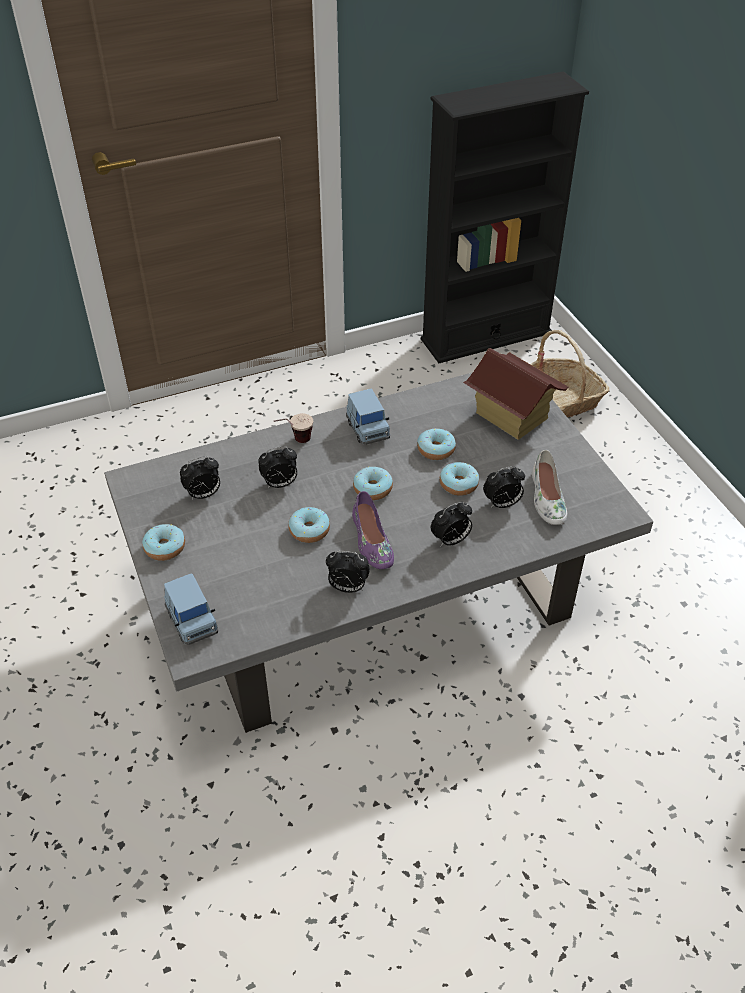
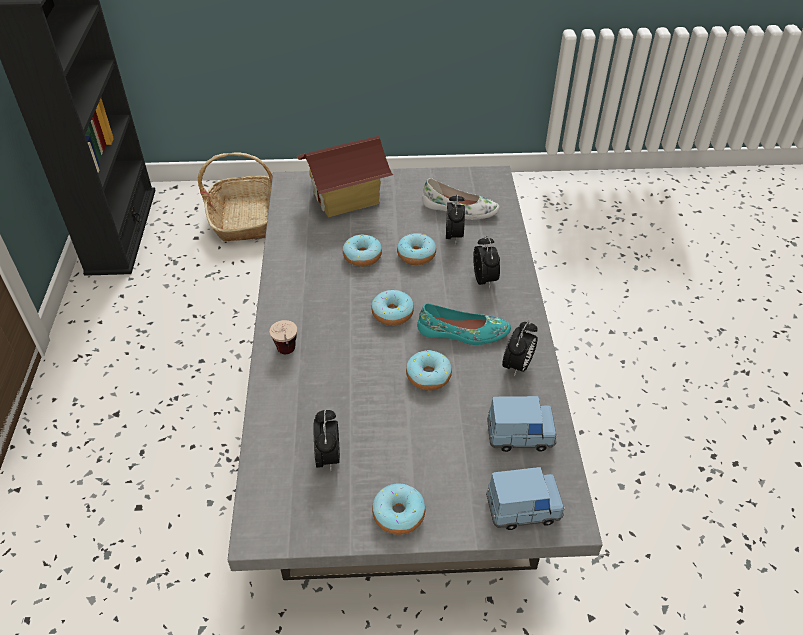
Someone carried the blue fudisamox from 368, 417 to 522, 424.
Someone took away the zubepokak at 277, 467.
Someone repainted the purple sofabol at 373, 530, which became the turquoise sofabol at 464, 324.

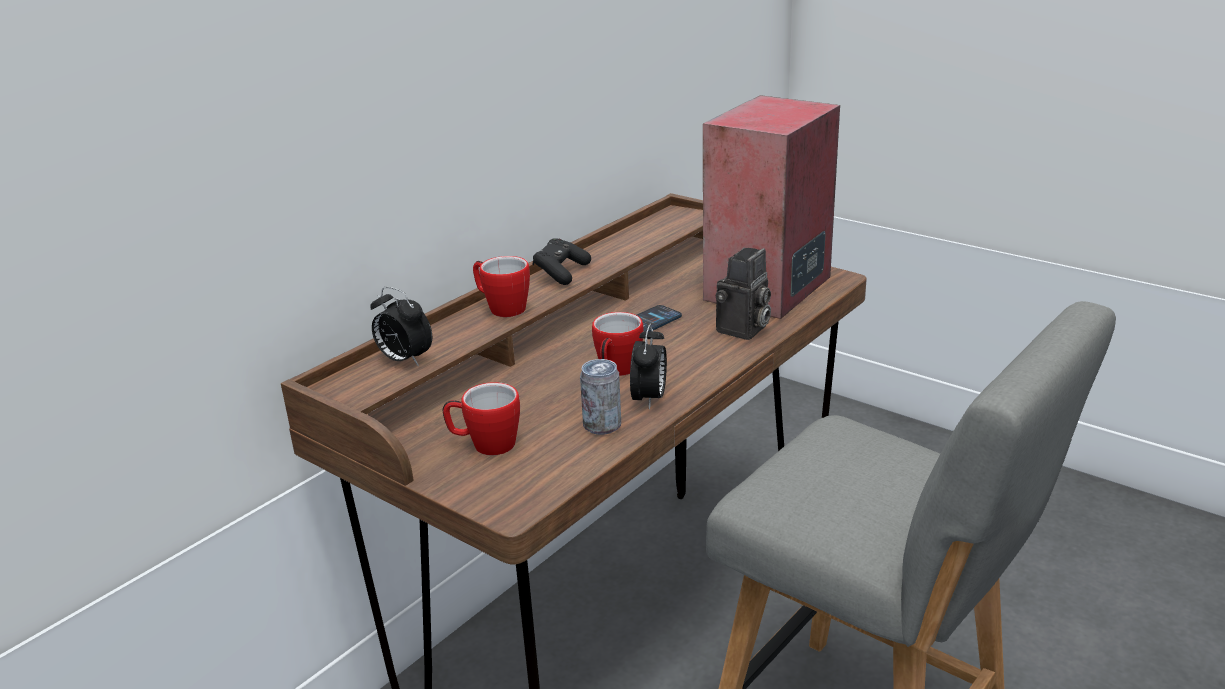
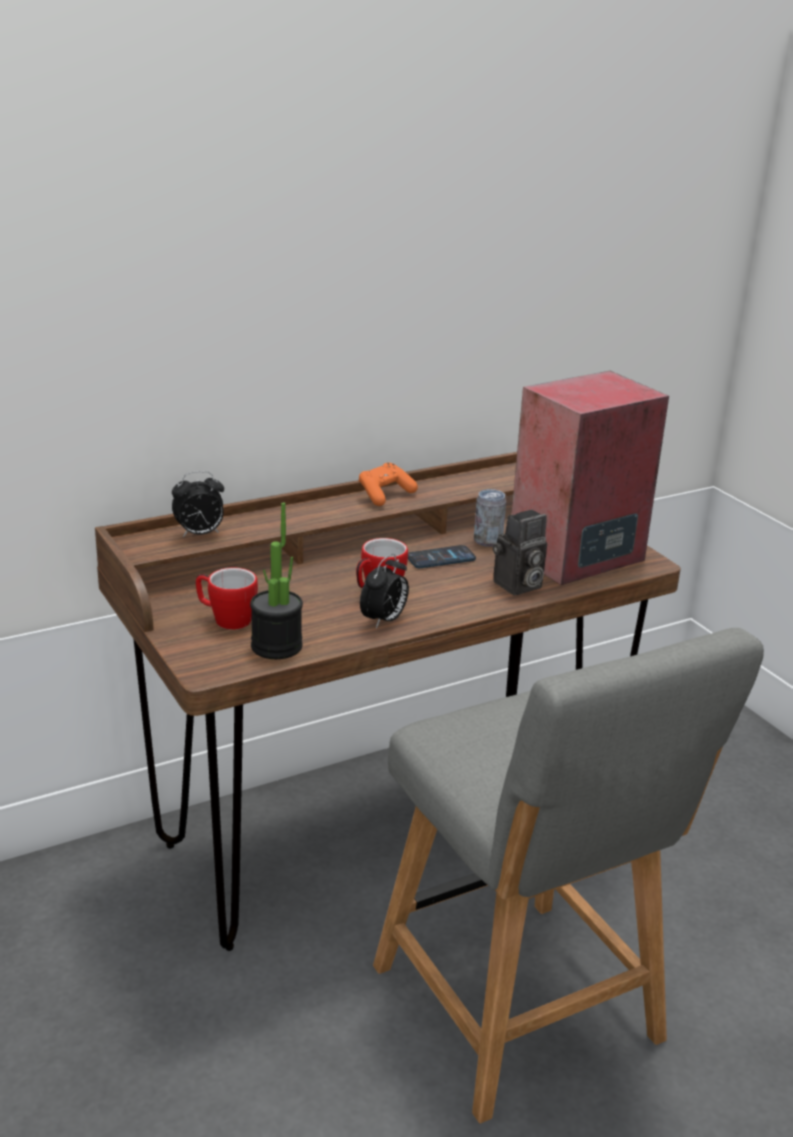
Someone repainted the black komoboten at 562, 261, which became the orange komoboten at 388, 484.
Someone took away the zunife at 501, 286.
Someone rotated the zubepokak at 401, 326 by 75 degrees counterclockwise.
Someone carried the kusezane from 600, 397 to 490, 518.
Someone put down the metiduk at 276, 581.

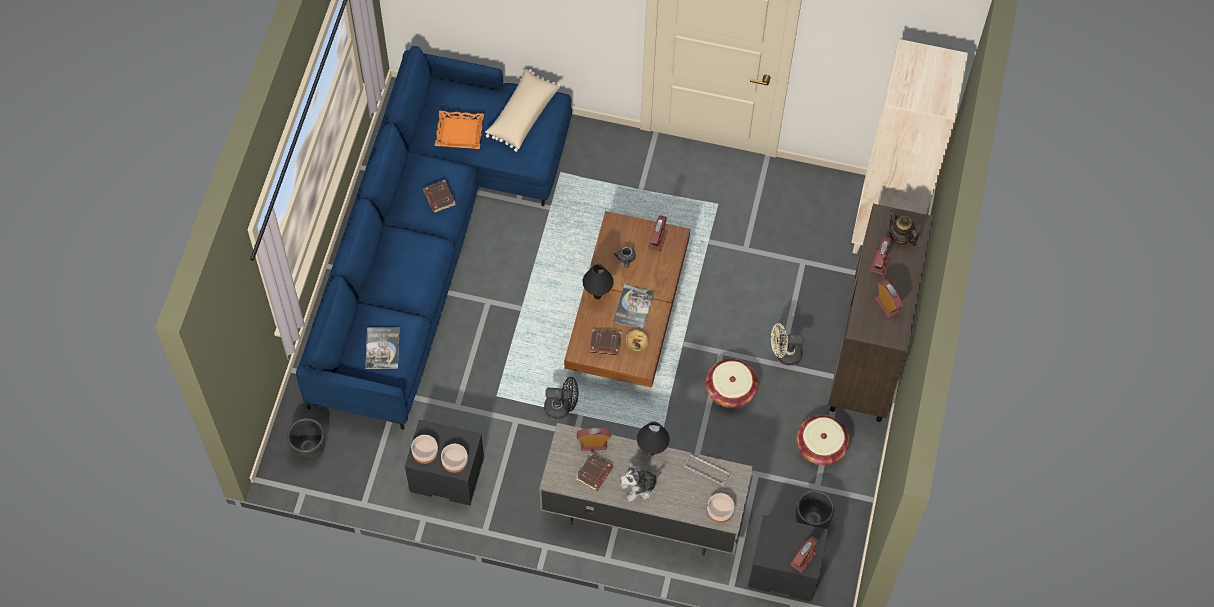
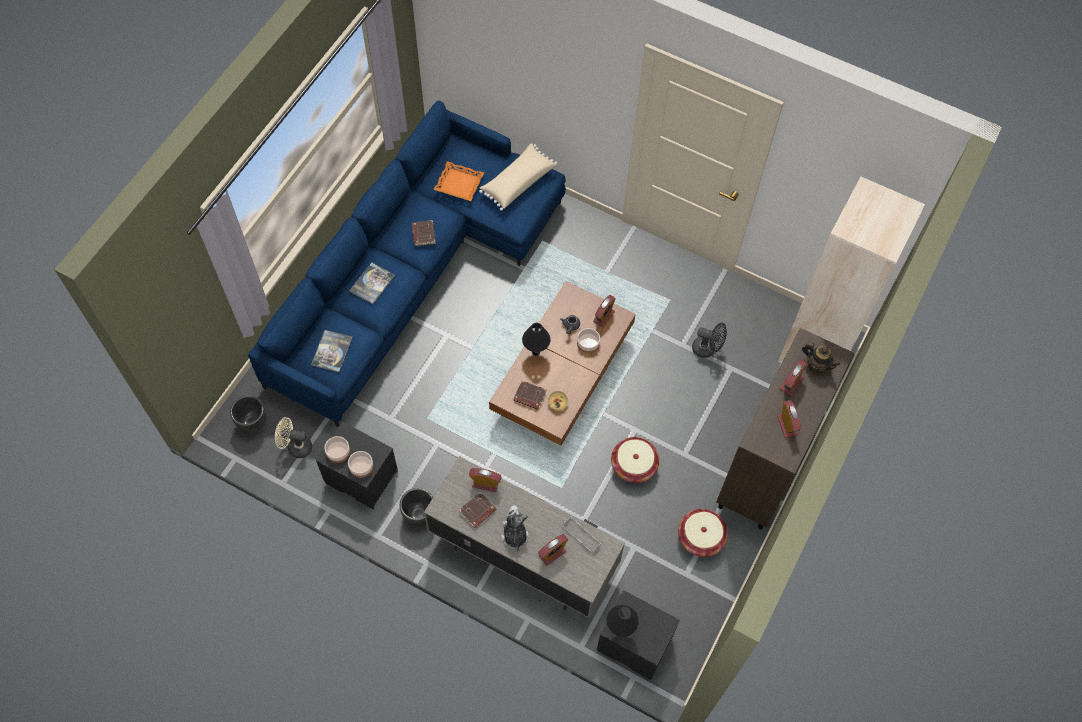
Someone rotated the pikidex at 903, 227 by 150 degrees clockwise.
Someone carried the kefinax from 634, 307 to 372, 283.
Someone carried the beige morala from 787, 344 to 293, 437.
Someone carried the black morala from 561, 398 to 709, 340.
Someone carried the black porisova from 653, 438 to 623, 621.
Someone rotated the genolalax at 641, 481 by 90 degrees clockwise.
Someone carried the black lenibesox from 814, 509 to 416, 507.
Someone carried the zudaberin from 721, 508 to 588, 340.
Someone carried the zubepokak from 804, 554 to 553, 550.

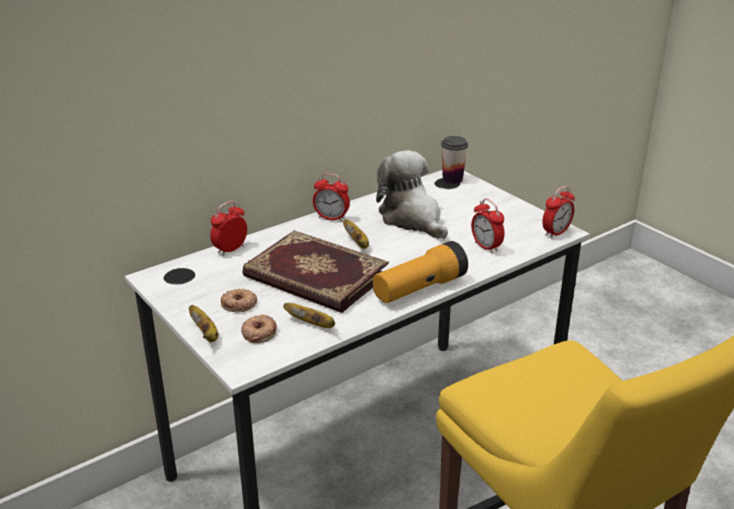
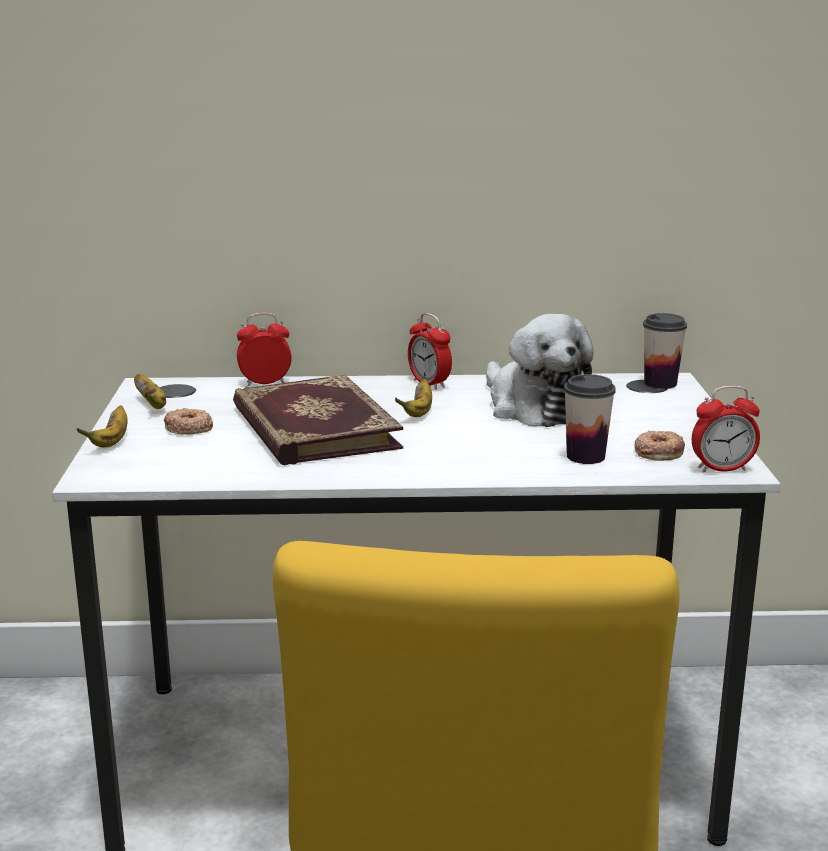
Someone rotated the genolalax at 412, 194 by 150 degrees clockwise.
Someone swapped the zubepokak at 487, 226 for the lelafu at 590, 419.
Someone took away the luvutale at 420, 272.
Someone carried the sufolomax from 309, 315 to 150, 391.
Someone carried the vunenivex from 259, 328 to 660, 445.

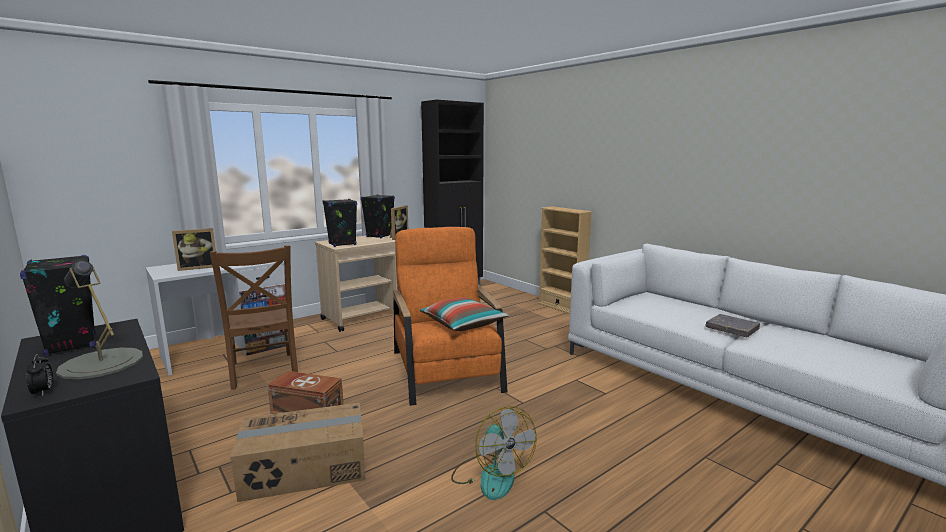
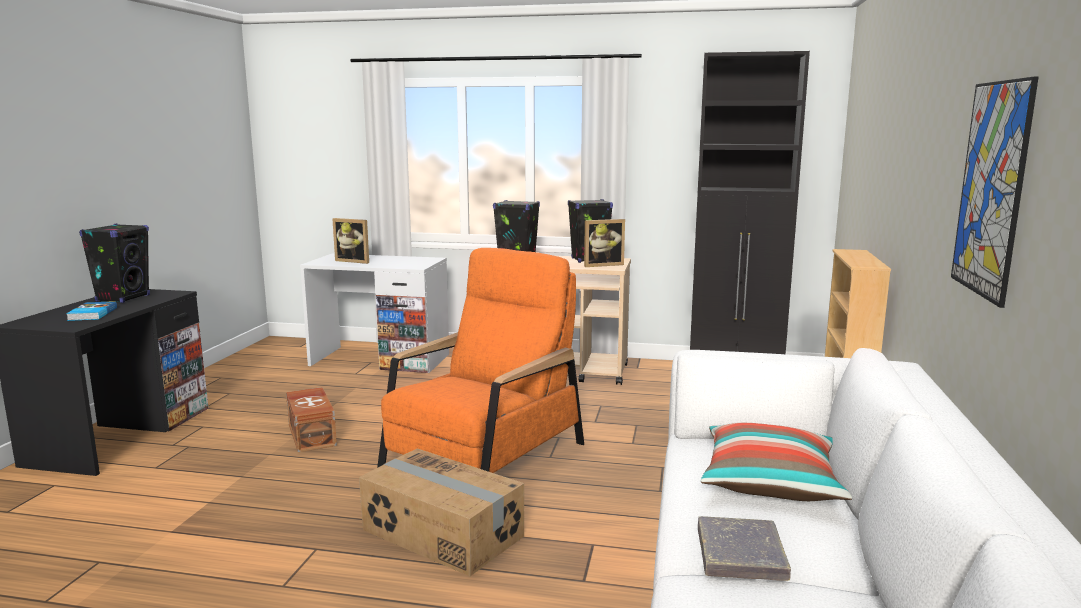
Someone took away the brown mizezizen at 254, 317.
Someone swapped the grey porisova at 99, 319 for the kefinax at 91, 311.
Someone carried the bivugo from 464, 314 to 776, 462.
Someone took away the zubepokak at 39, 375.
Someone carried the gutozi from 297, 452 to 441, 512.
Someone took away the morala at 494, 453.
Someone put up the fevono at 995, 192.

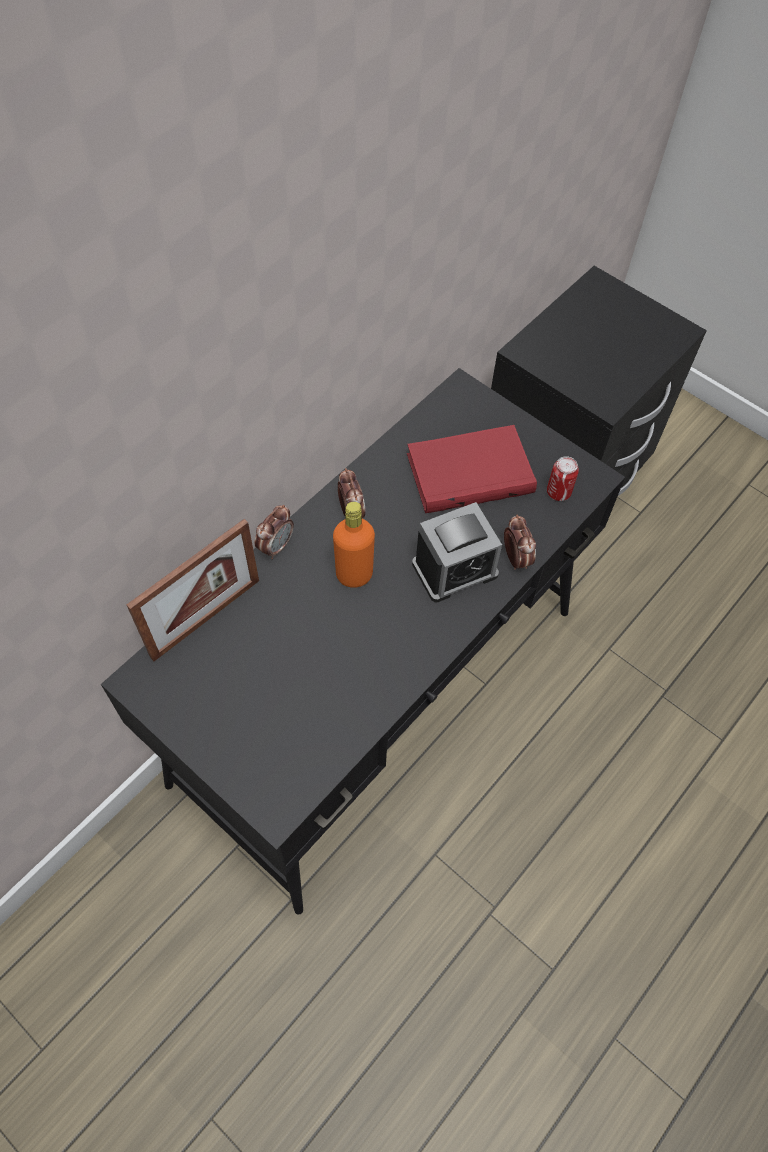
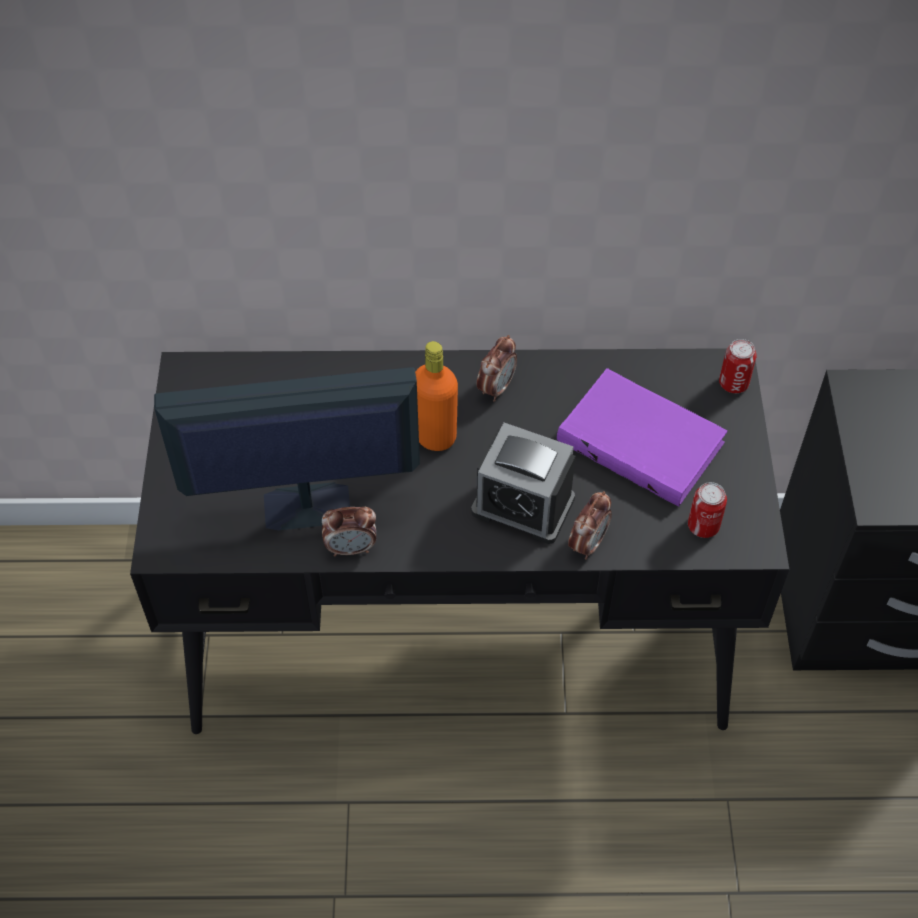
Someone repainted the red kefinax at 472, 469, which became the purple kefinax at 642, 437.
Someone carried the zubepokak from 274, 532 to 349, 531.
Someone took away the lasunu at 193, 590.
Someone put down the kusezane at 738, 366.
Someone put down the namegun at 287, 448.

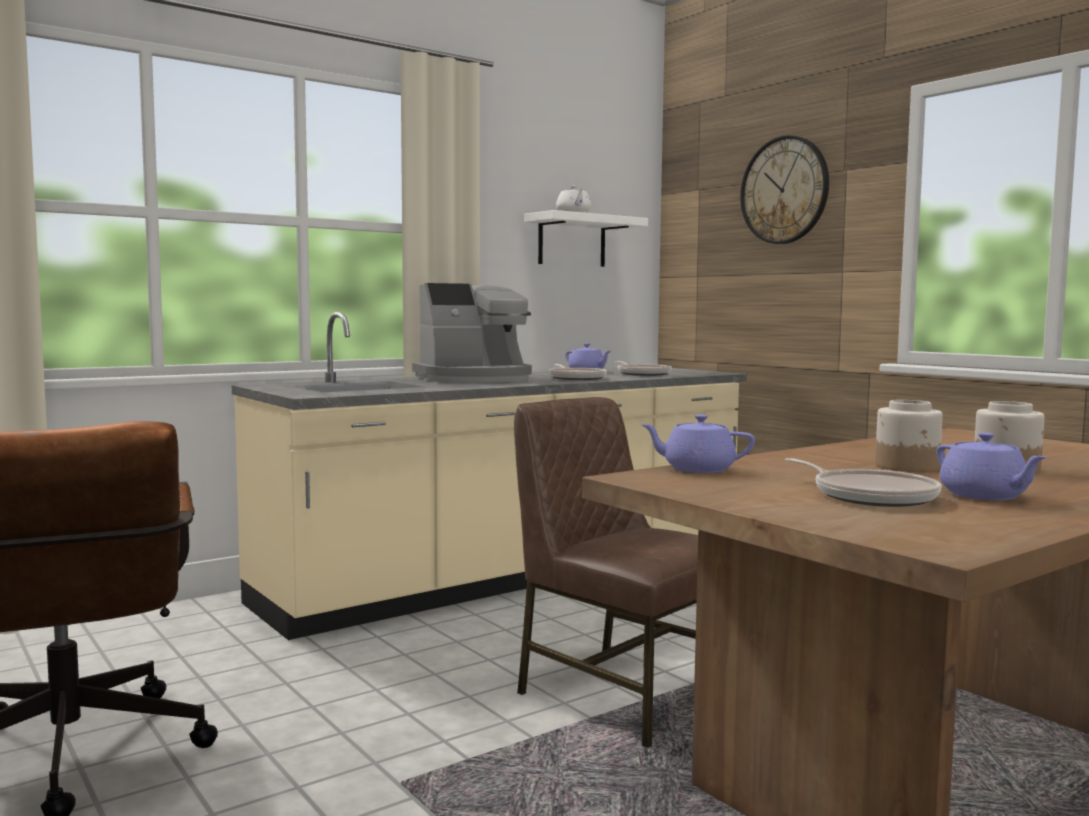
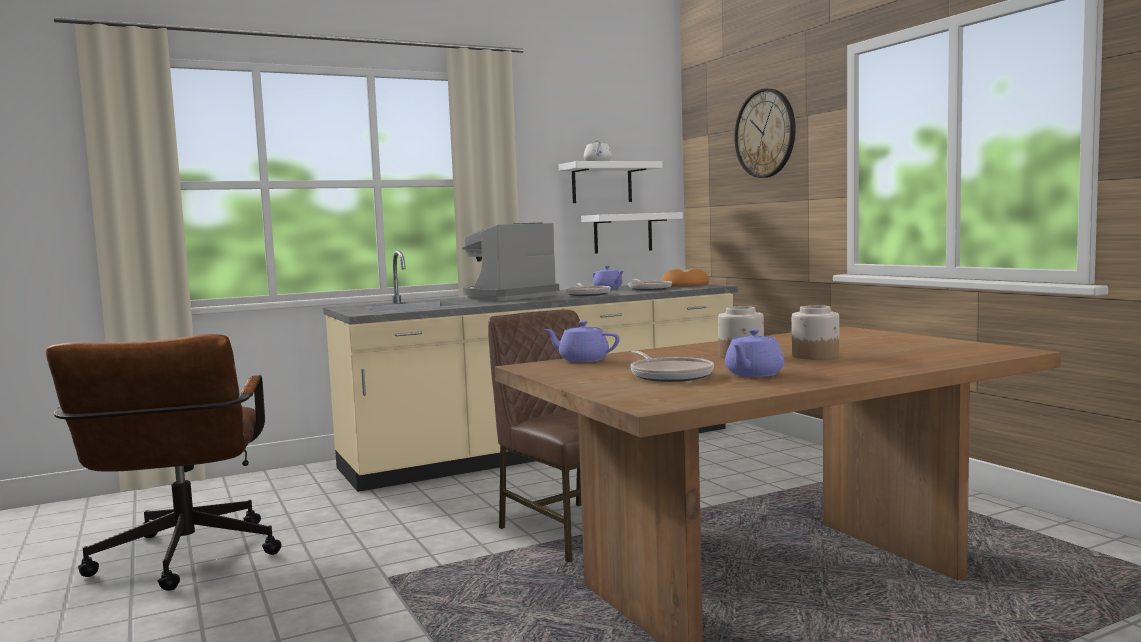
Someone rotated the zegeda at 472, 332 by 150 degrees clockwise.
Someone rotated the purple pikidex at 991, 466 by 45 degrees clockwise.
Someone put up the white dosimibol at 632, 233.
Someone put down the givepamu at 685, 277.

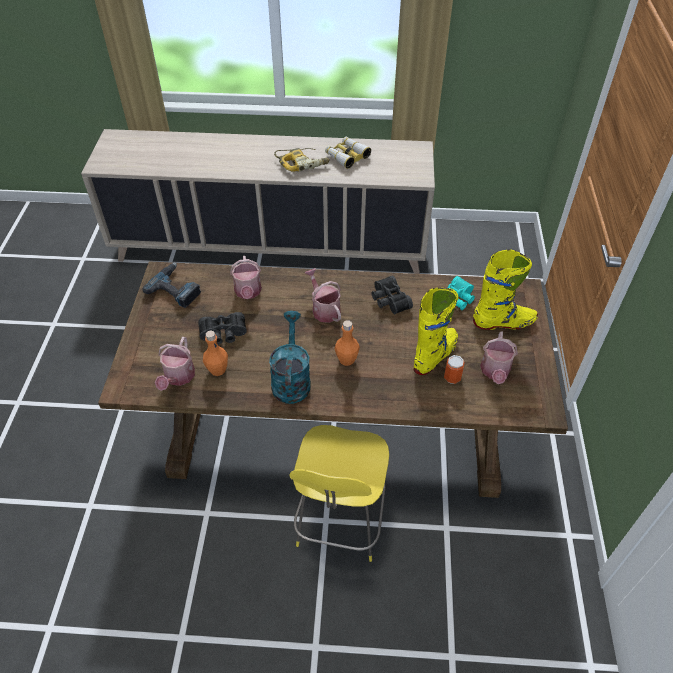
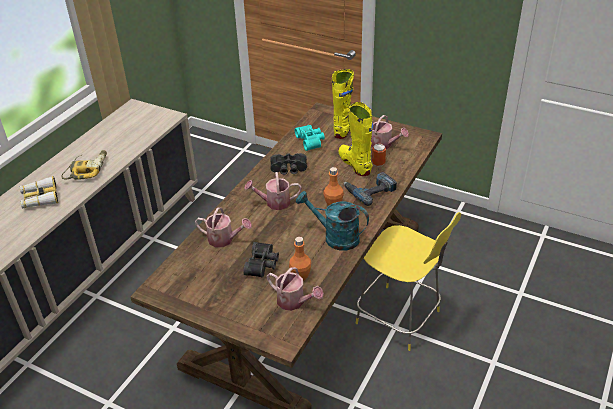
Someone carried the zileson from 348, 153 to 38, 192.
Someone carried the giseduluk from 172, 285 to 370, 189.

